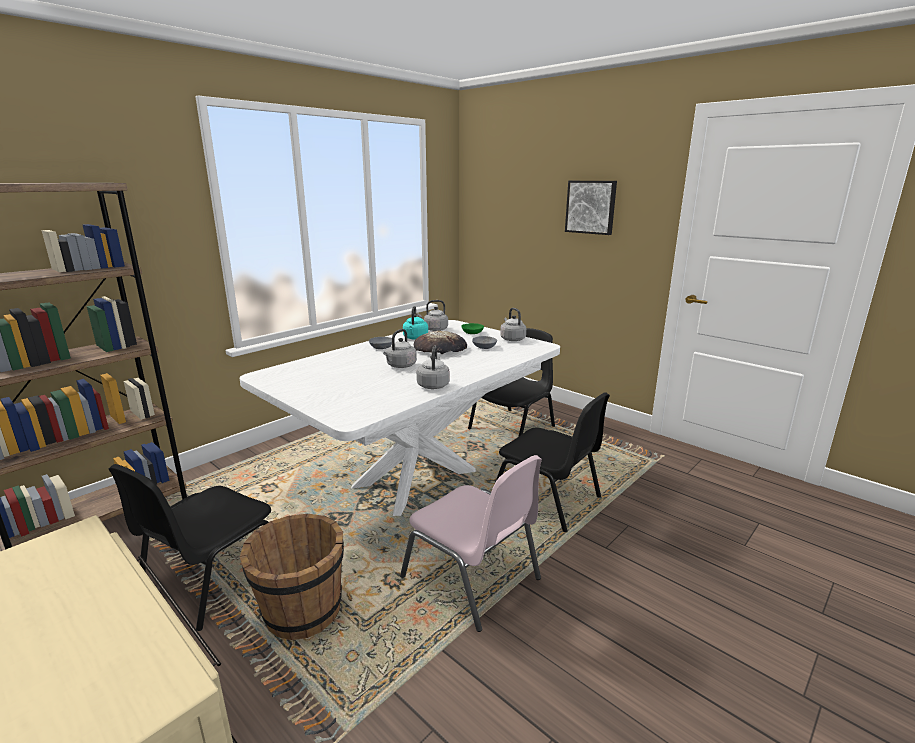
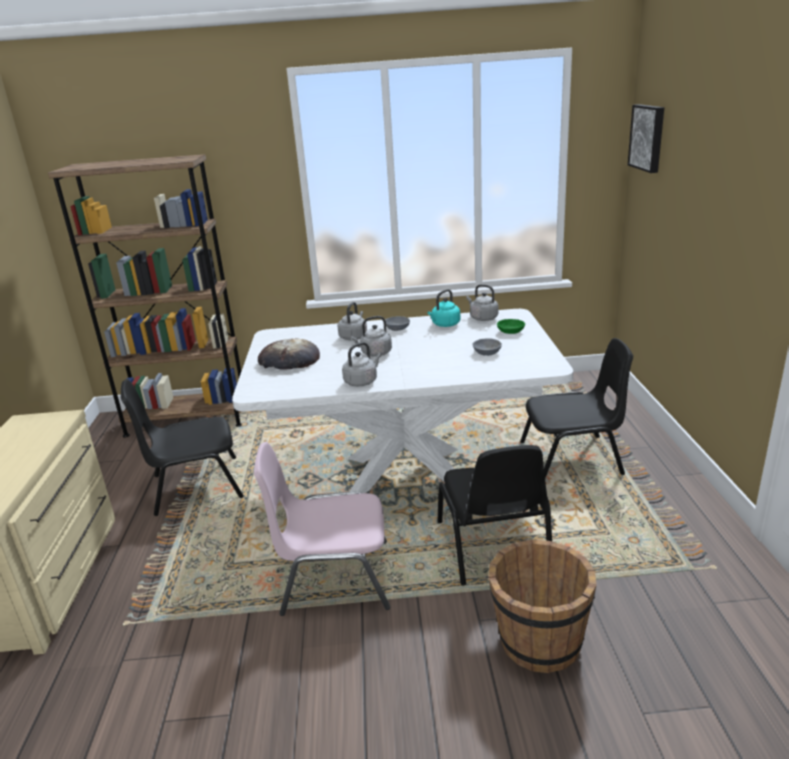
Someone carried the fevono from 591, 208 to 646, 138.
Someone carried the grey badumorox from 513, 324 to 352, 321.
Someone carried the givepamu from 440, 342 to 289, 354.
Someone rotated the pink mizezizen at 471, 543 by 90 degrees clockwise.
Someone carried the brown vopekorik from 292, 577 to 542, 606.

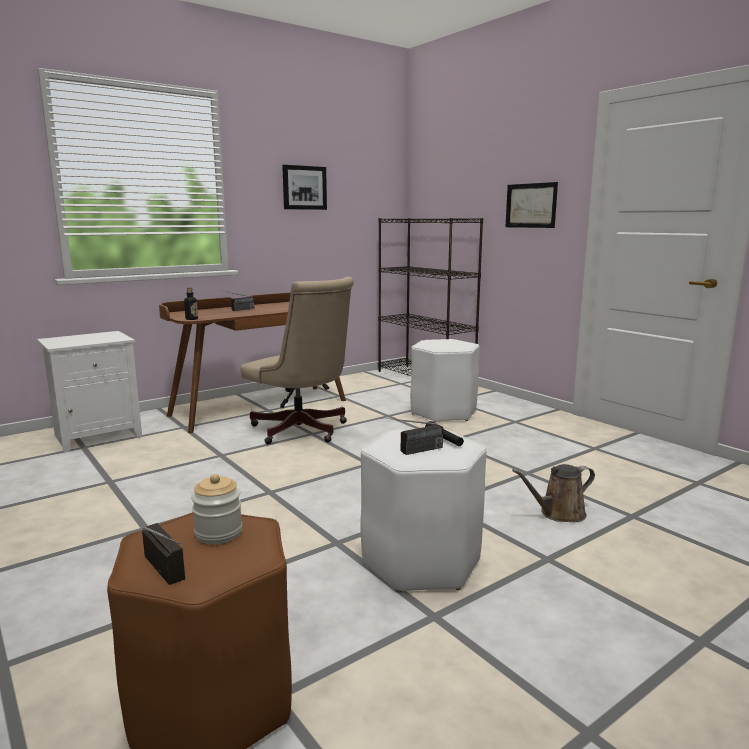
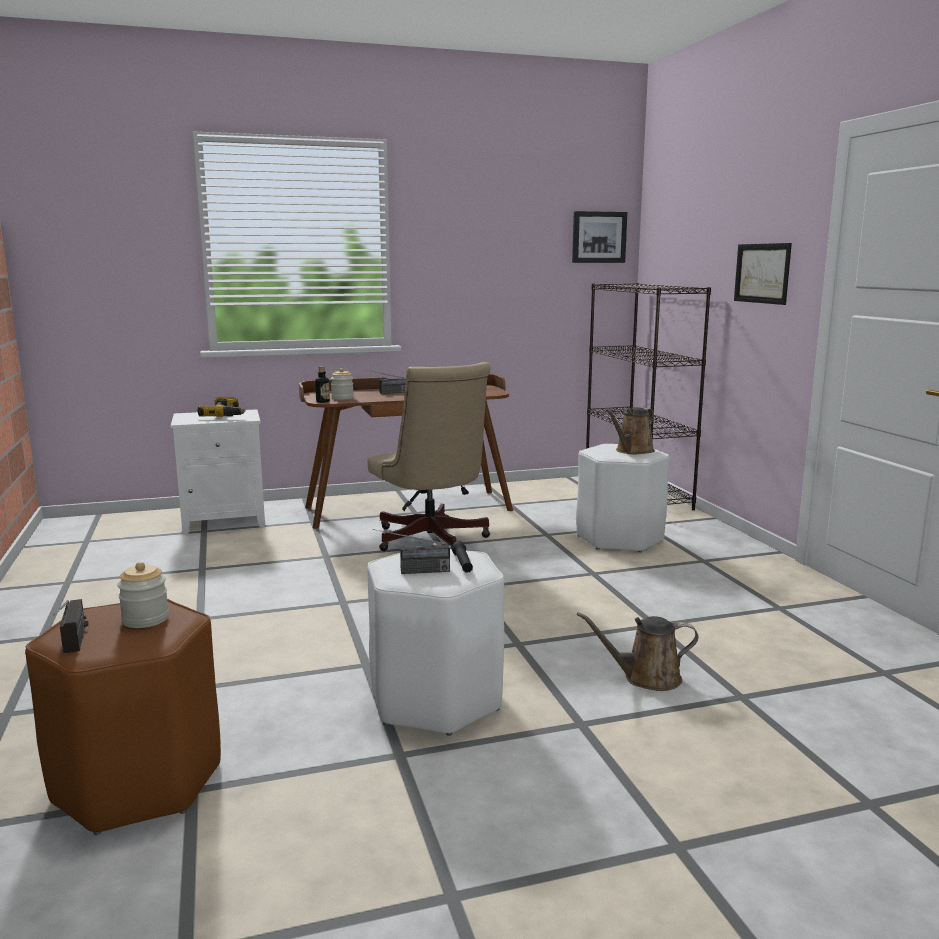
Someone carried the fevono from 304, 187 to 599, 237.
Someone put down the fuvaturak at 342, 384.
Someone put down the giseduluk at 222, 407.
Someone put down the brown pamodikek at 630, 431.

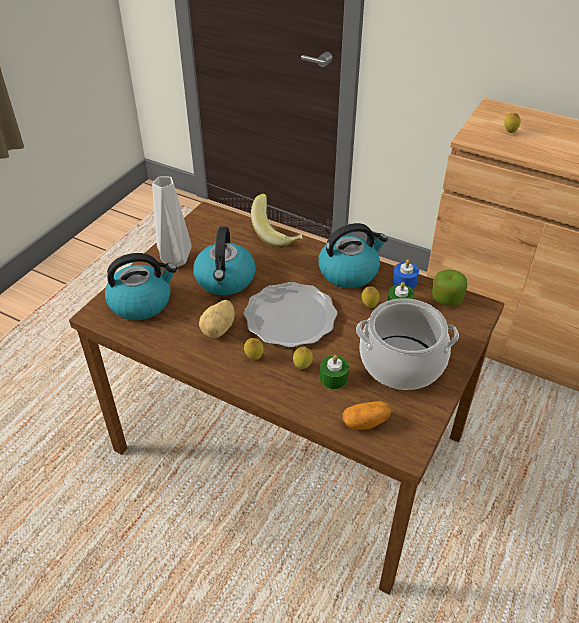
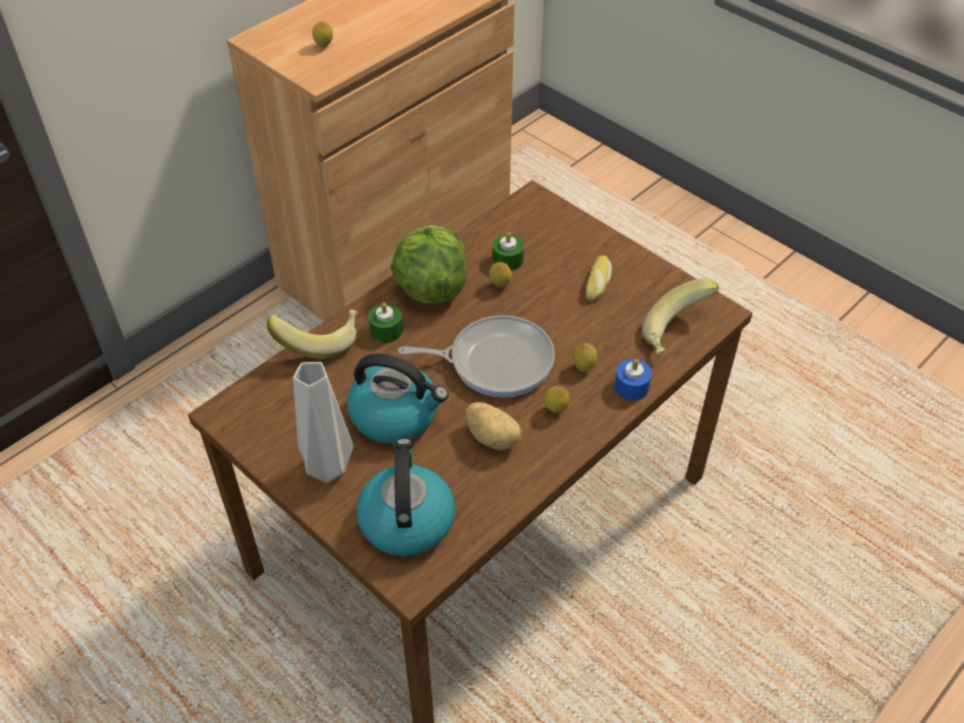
Someone swapped the badumorox at 353, 255 for the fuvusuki at 429, 265.
Someone carried the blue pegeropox from 405, 274 to 633, 380.
Someone took away the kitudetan at 449, 288.
Someone swapped the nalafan at 290, 315 for the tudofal at 476, 356.
Someone swapped the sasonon at 407, 344 for the givepamu at 599, 278.
Someone carried the green pegeropox from 334, 372 to 385, 322.
Someone swapped the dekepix at 367, 415 for the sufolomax at 680, 316.

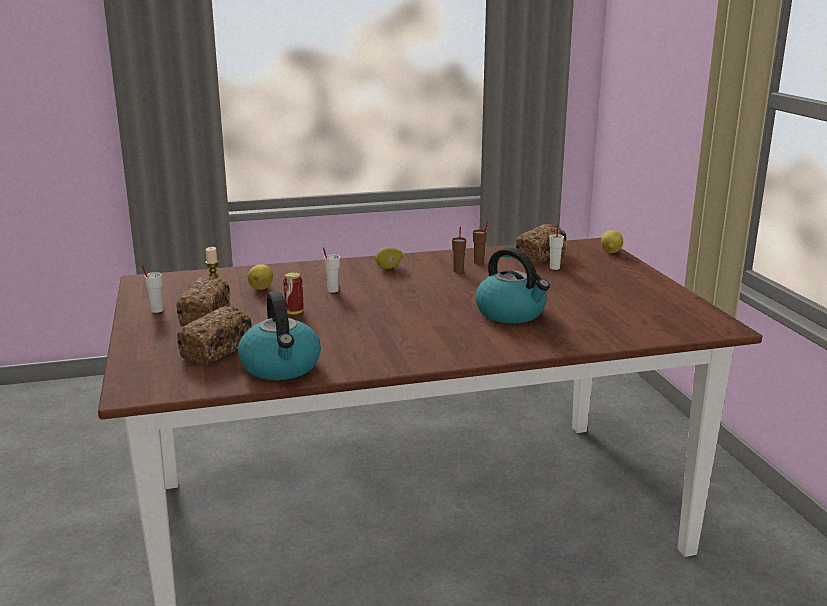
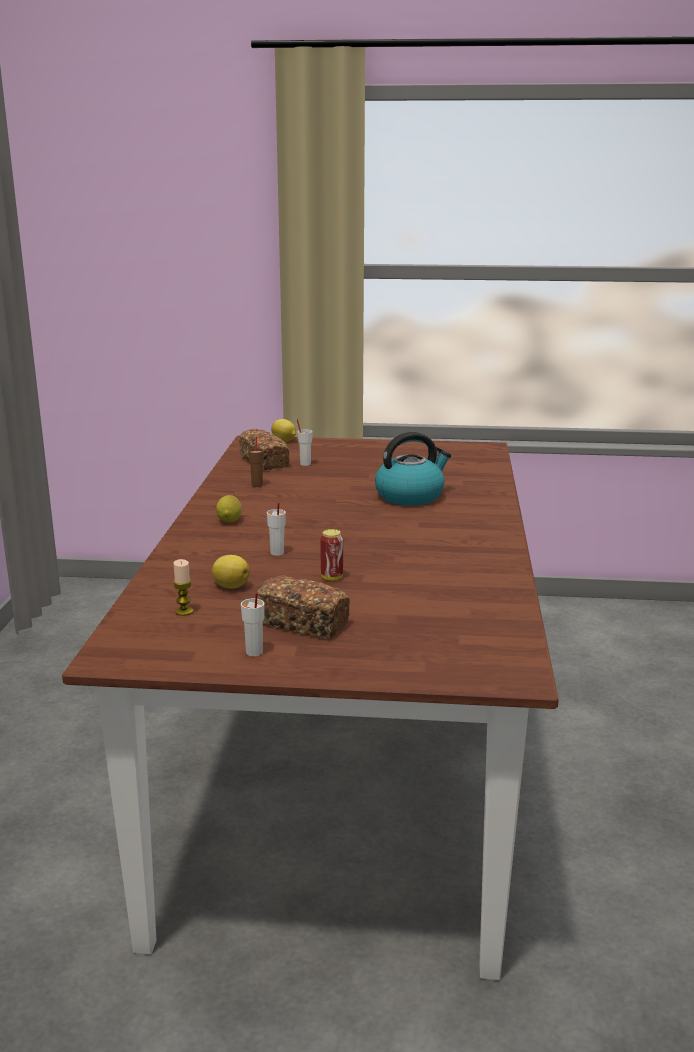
Someone took away the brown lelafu at 459, 249.
Someone took away the badumorox at 279, 335.
Someone took away the givepamu at 214, 335.

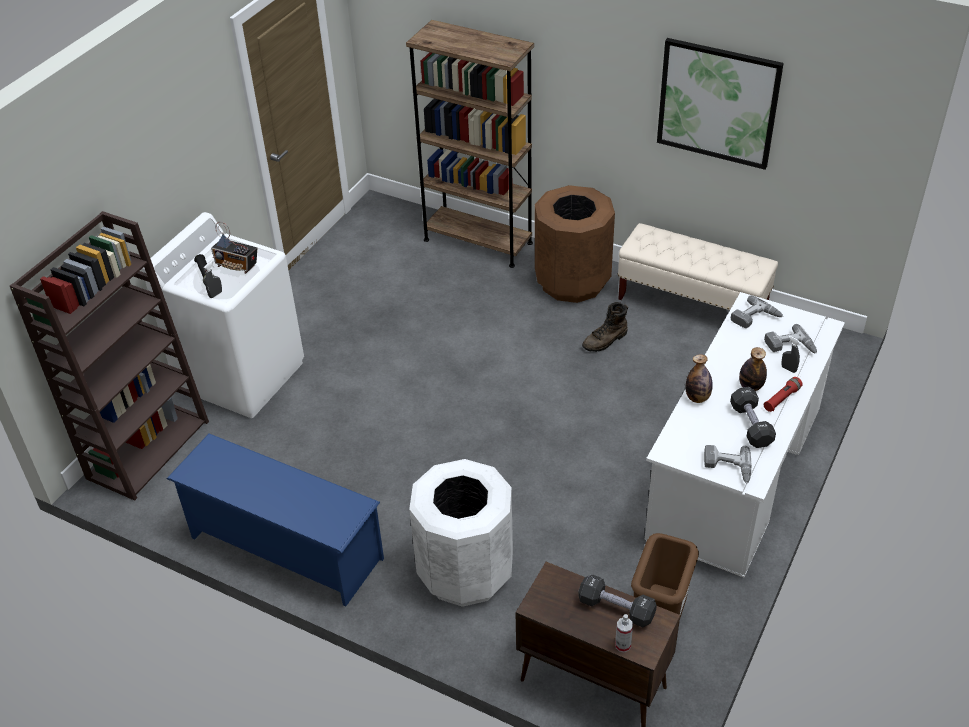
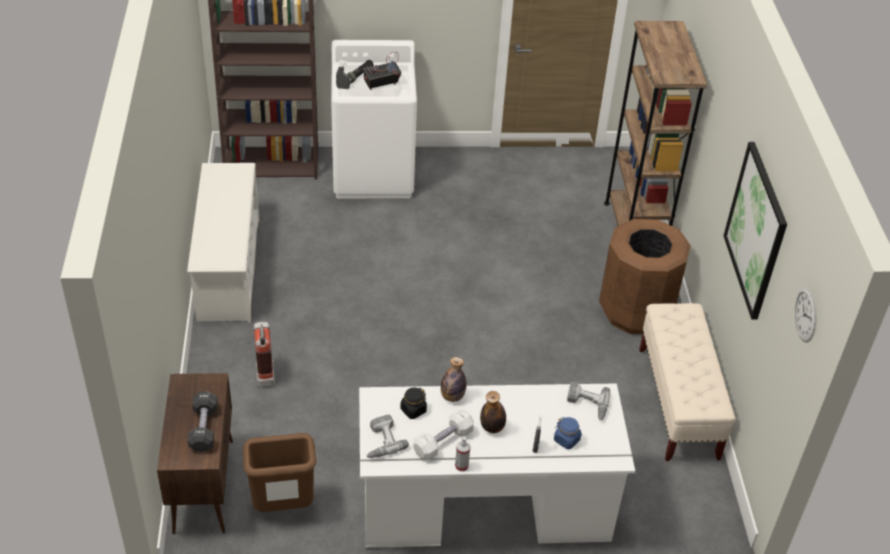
Someone rotated the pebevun at 234, 248 by 75 degrees clockwise.
Someone took away the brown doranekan at 605, 327.
Someone swapped the giseduluk at 790, 338 for the blue fuvaturak at 568, 433.
Someone took away the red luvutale at 783, 394.
Someone repainted the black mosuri at 753, 417, which became the white mosuri at 443, 434.
Someone repainted the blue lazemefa at 275, 520, which became the white lazemefa at 223, 243.
Someone swapped the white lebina at 461, 533 for the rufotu at 264, 354.
Someone carried the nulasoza from 624, 633 to 462, 454.
Someone put up the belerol at 806, 315.
Someone put down the black fuvaturak at 413, 403.

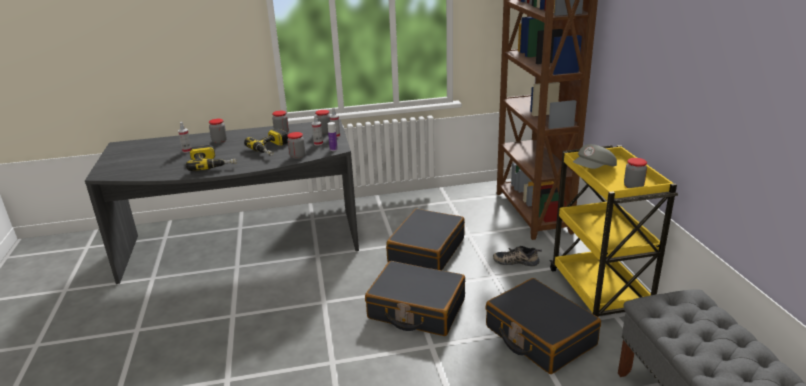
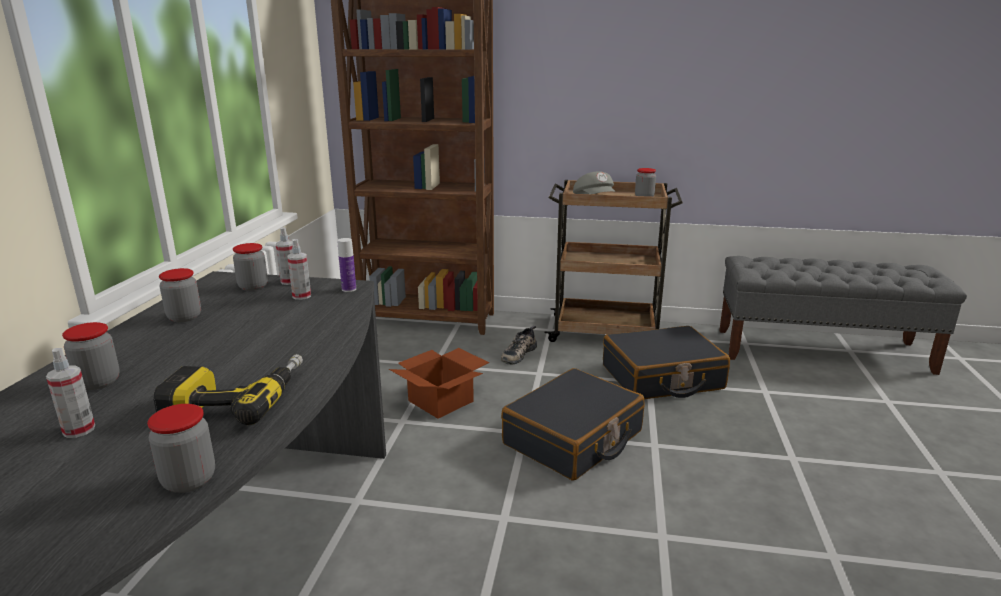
Someone took away the giseduluk at 266, 142.
Someone carried the fuvaturak from 296, 145 to 181, 448.
Someone repainted the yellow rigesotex at 613, 231, which became the brown rigesotex at 613, 261.
Someone swapped the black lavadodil at 425, 239 for the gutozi at 439, 383.

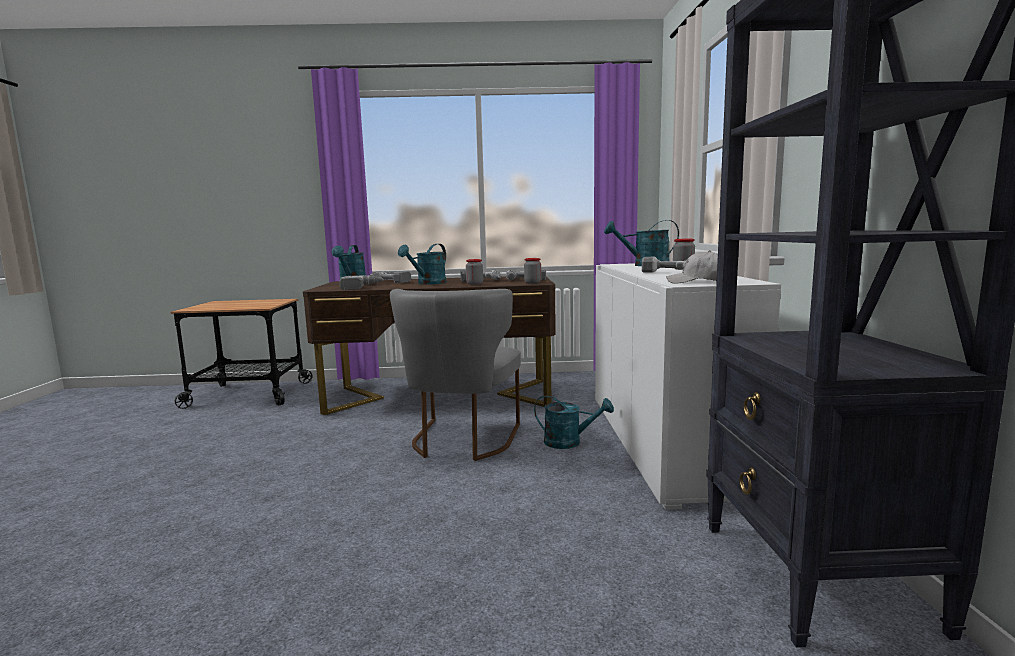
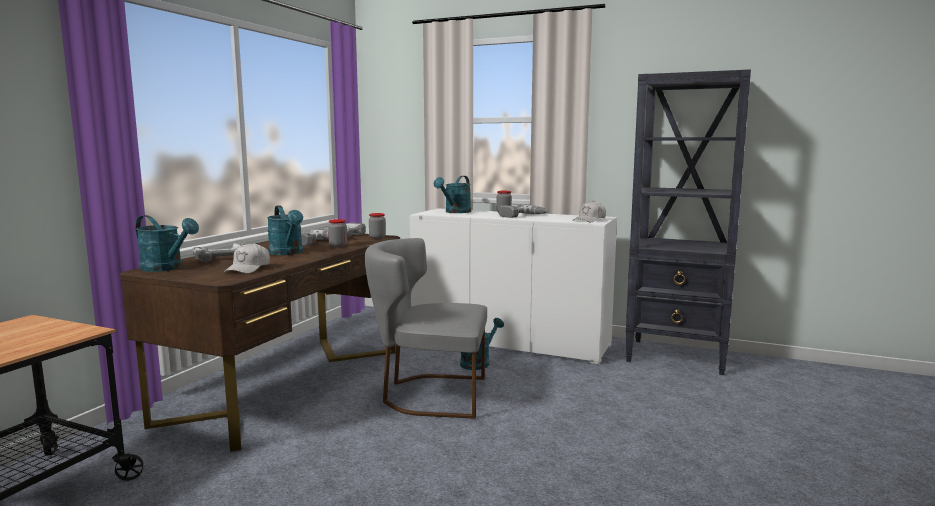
Someone swapped the giseduluk at 361, 282 for the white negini at 247, 258.
Someone rotated the grey mizezizen at 455, 375 by 150 degrees clockwise.

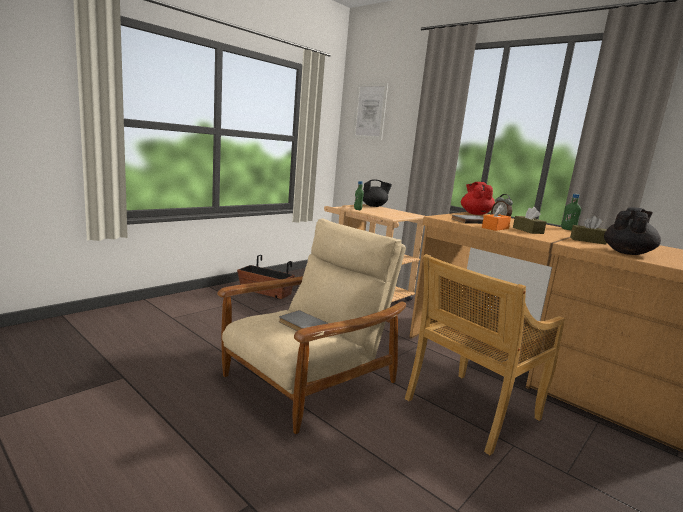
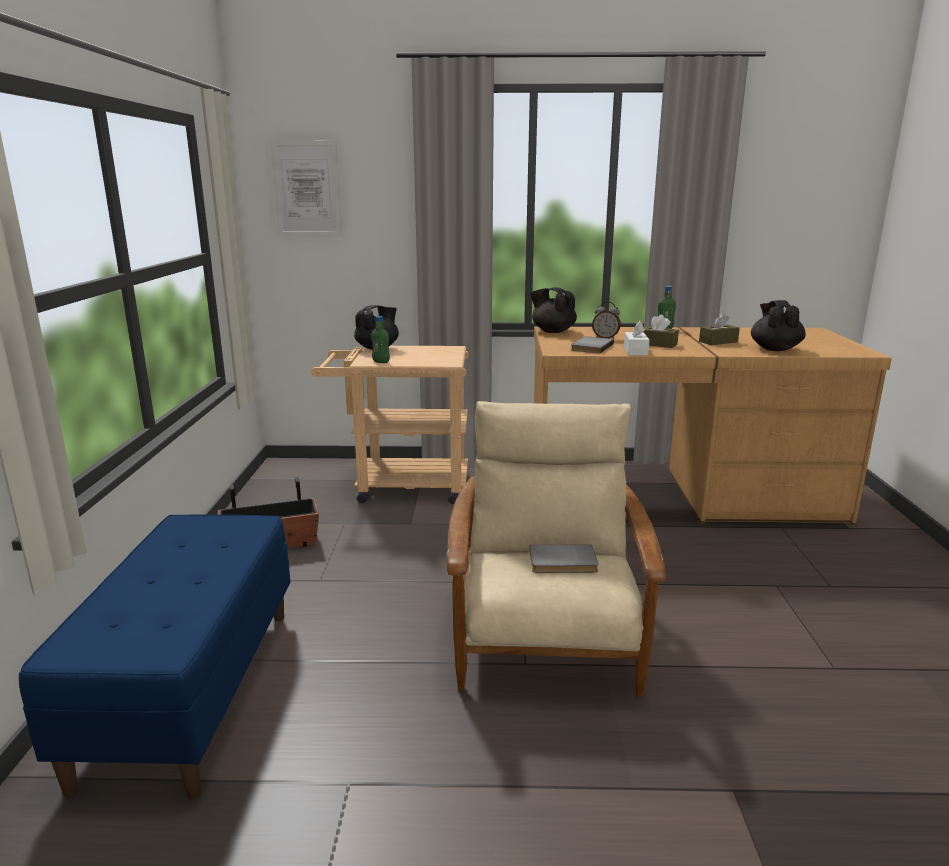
Someone repainted the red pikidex at 478, 198, which became the black pikidex at 553, 310.
Someone repainted the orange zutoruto at 496, 217, which became the white zutoruto at 637, 338.
Someone took away the beige mizezizen at 485, 354.
Someone put down the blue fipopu at 154, 656.

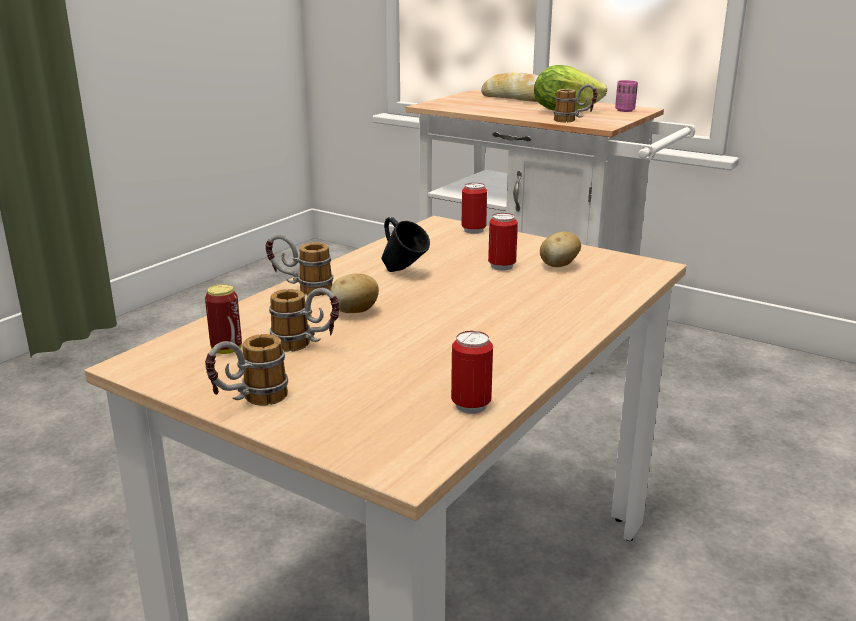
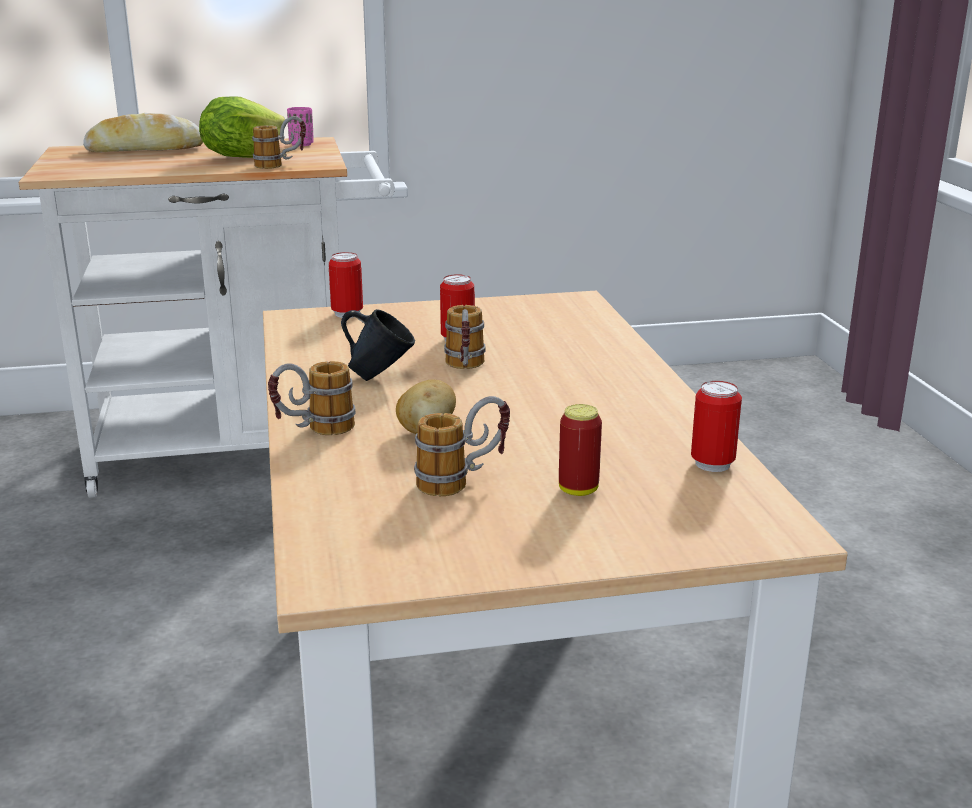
Someone took away the dekepix at 560, 249.
Someone carried the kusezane from 223, 319 to 580, 450.
Someone carried the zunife from 246, 370 to 465, 337.

